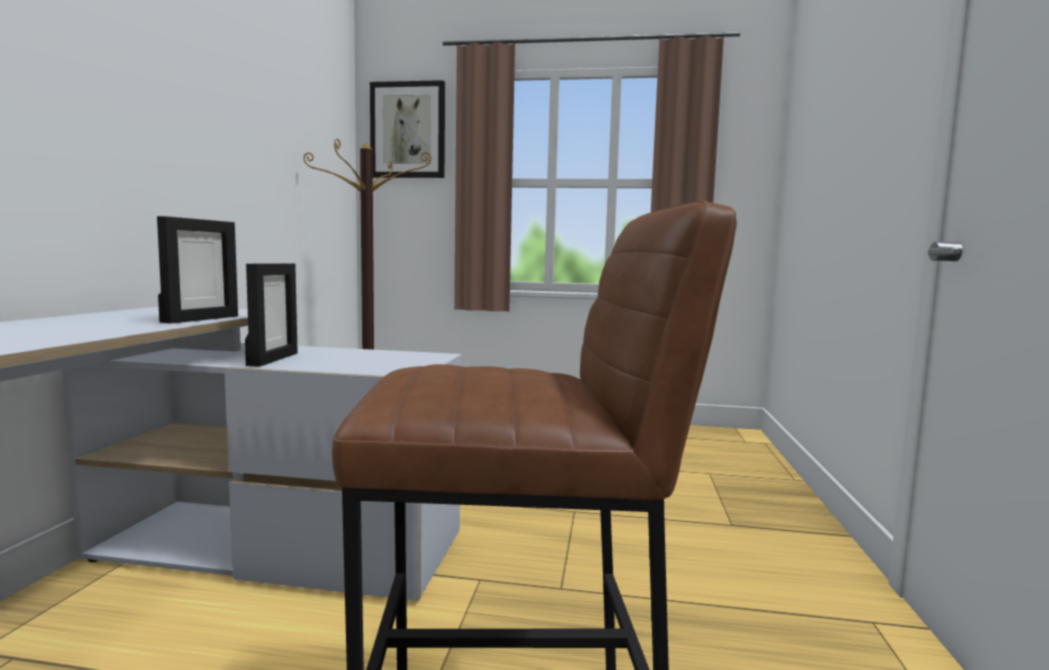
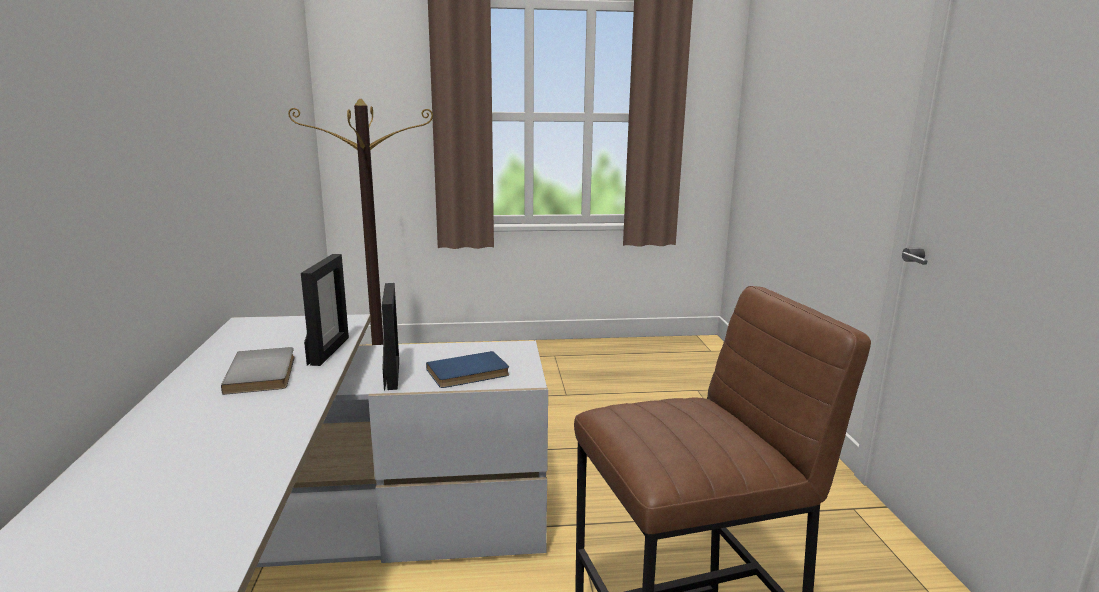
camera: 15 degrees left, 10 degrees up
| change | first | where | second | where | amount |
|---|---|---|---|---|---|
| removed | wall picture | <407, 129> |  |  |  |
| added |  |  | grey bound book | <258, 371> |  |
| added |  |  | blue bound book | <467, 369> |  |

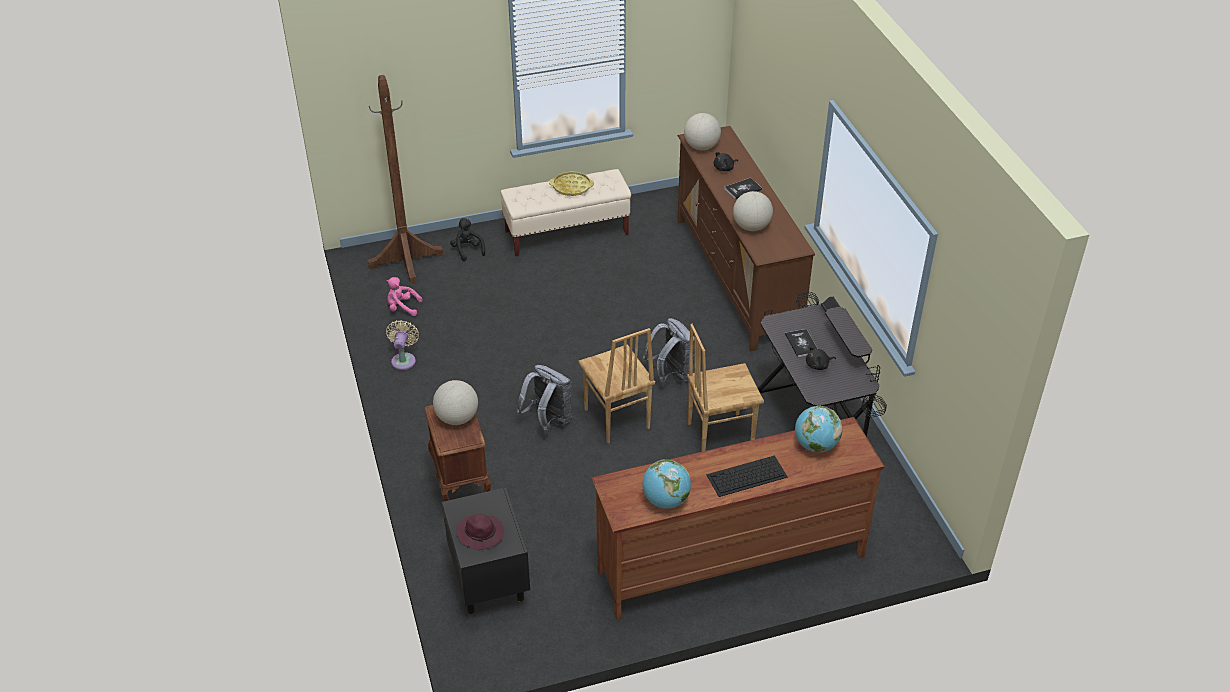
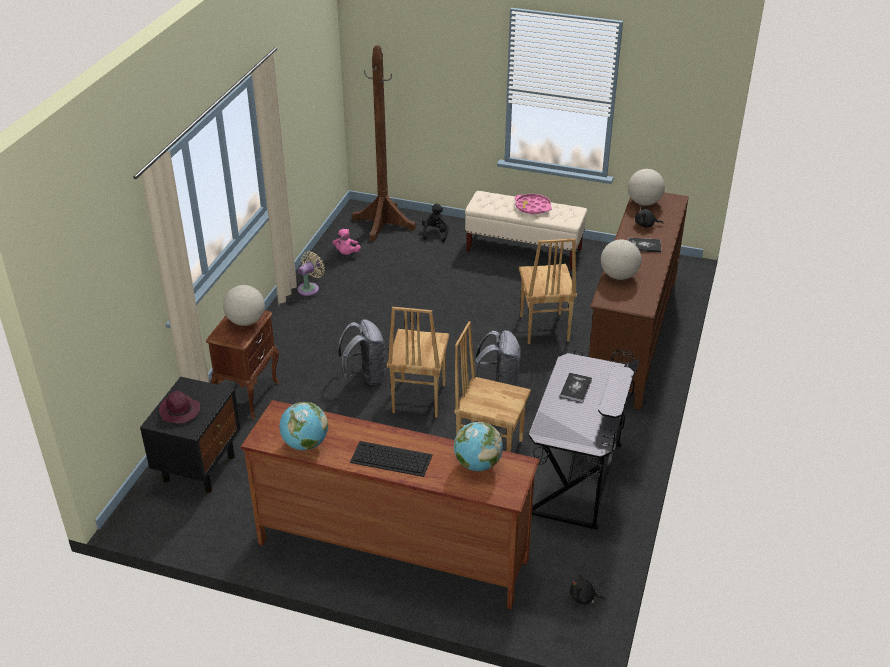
camera: 35 degrees right, 5 degrees down
| change | first | where | second | where | amount |
|---|---|---|---|---|---|
| recoloured | yellow serving tray | <571, 184> | pink-coloured serving tray | <533, 204> |  |
| turned | pink-coloured soft toy | <404, 296> |  | <347, 242> | 135 degrees counterclockwise |
| moved | black soft toy | <821, 358> |  | <588, 589> |  |
| added |  |  | brown-coloured chair | <548, 291> |  |

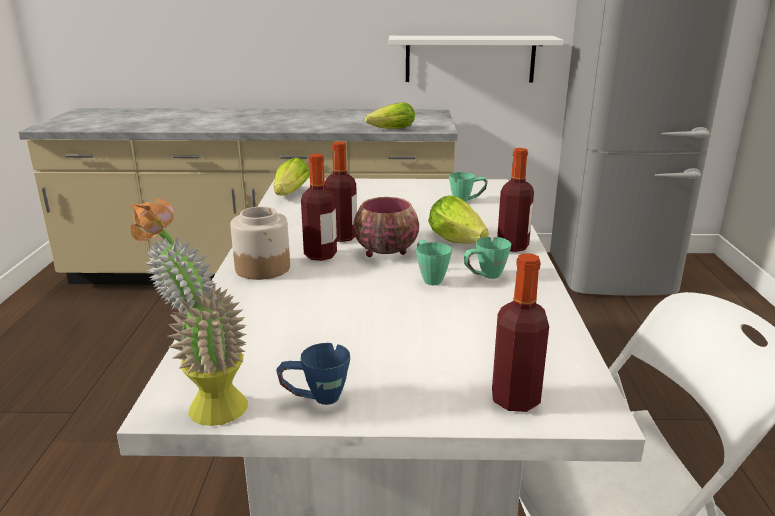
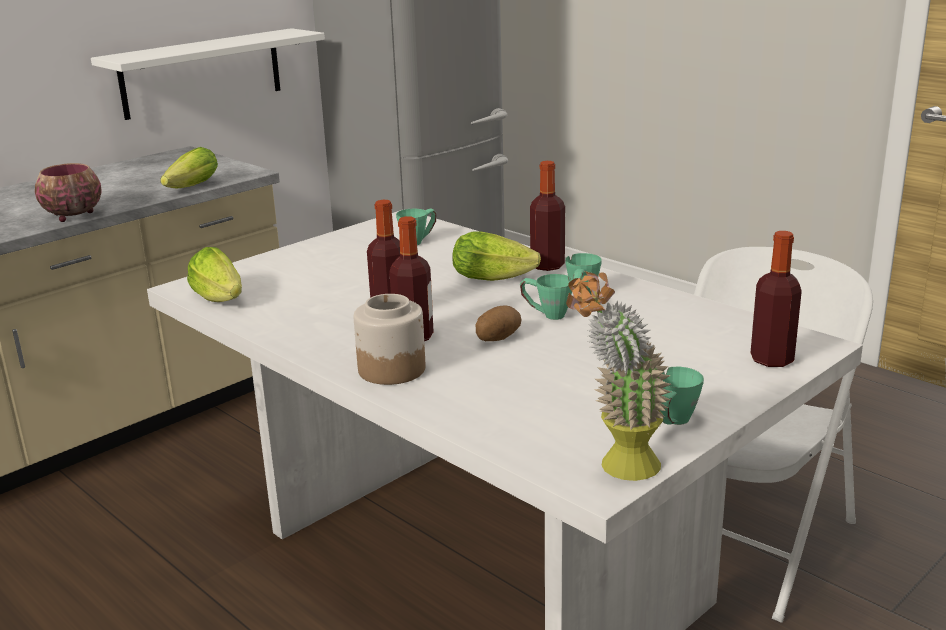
camera: 45 degrees left, 0 degrees up
| change | first | where | second | where | amount |
|---|---|---|---|---|---|
| moved | deep dish | <386, 227> |  | <68, 192> |  |
| recoloured | blue mug | <313, 374> | green mug | <682, 396> |  |
| added |  |  | potato | <498, 323> |  |

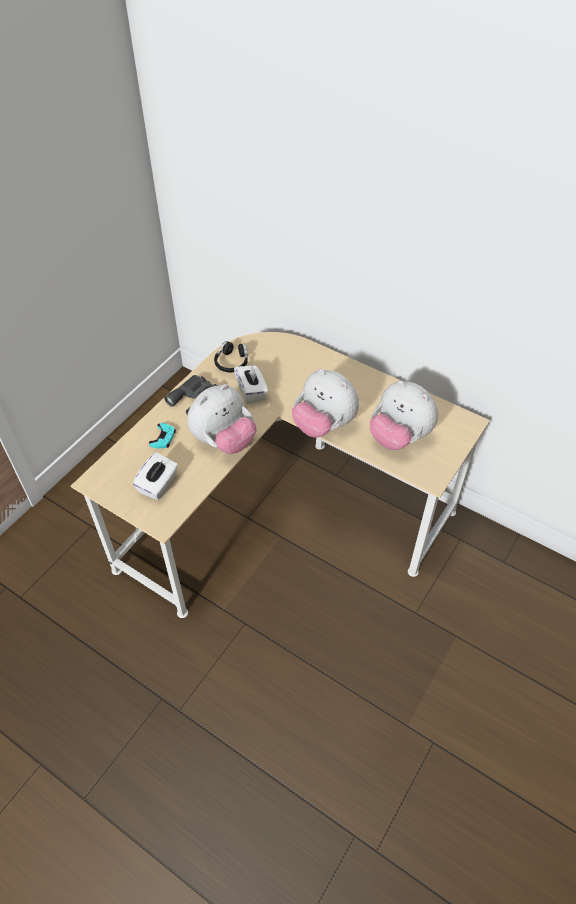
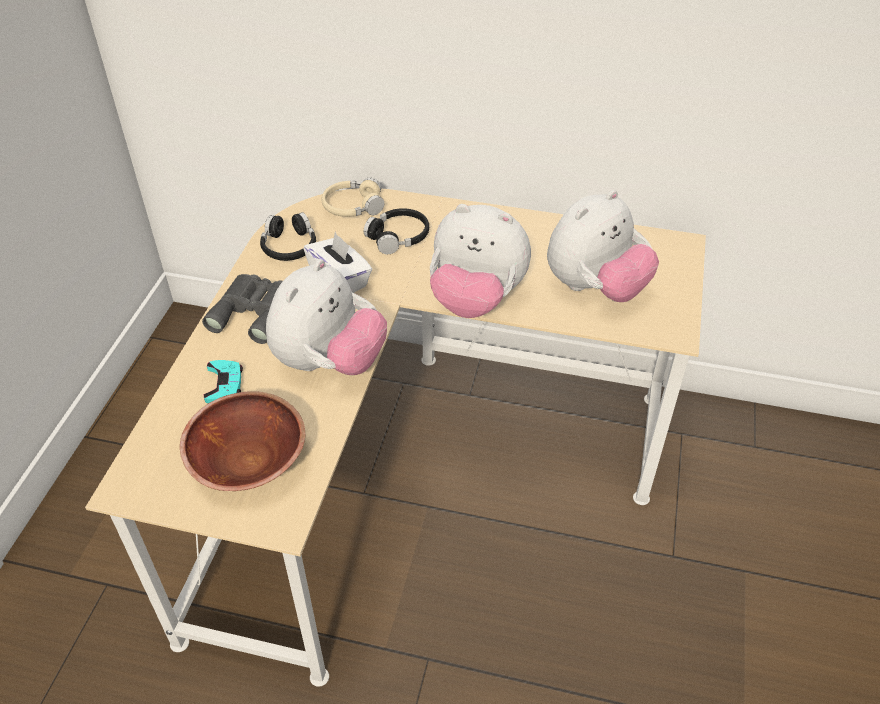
camera: 20 degrees left, 5 degrees down
| change | first | where | second | where | amount |
|---|---|---|---|---|---|
| turned | soft toy | <404, 415> |  | <603, 246> | 60 degrees counterclockwise |
| replaced | white-coloured tissue box | <155, 476> | brown-coloured deep dish | <242, 441> |  |
| added |  |  | beige pair of headphones | <352, 197> |  |
| added |  |  | black pair of headphones | <396, 231> |  |

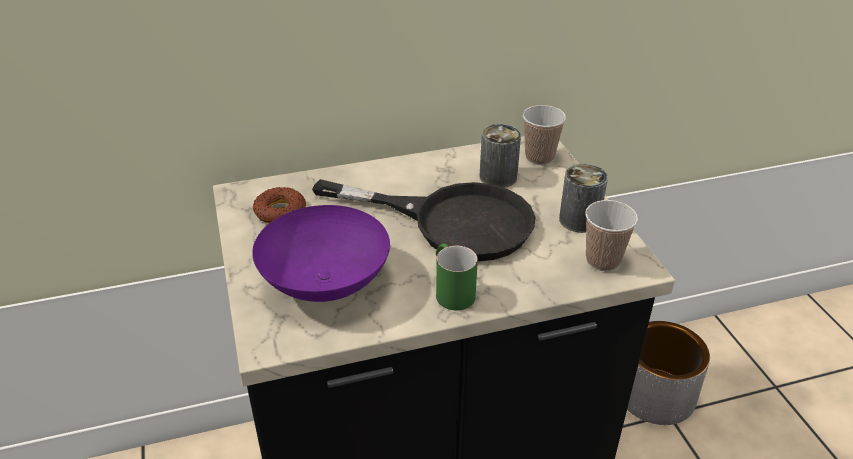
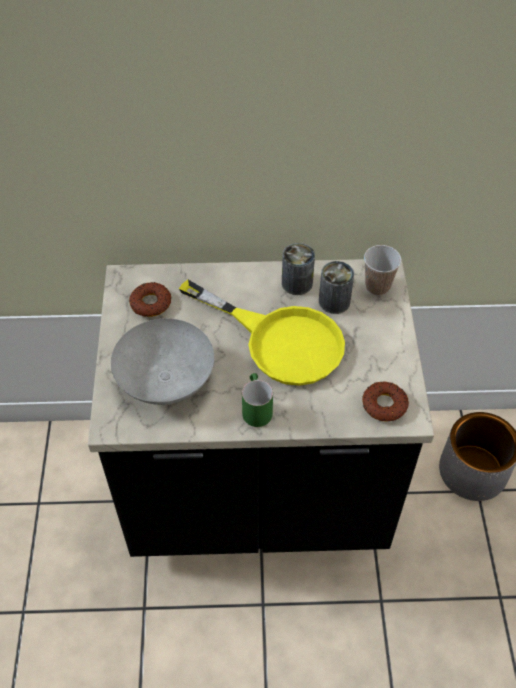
camera: 15 degrees right, 15 degrees up
| change | first | where | second | where | amount |
|---|---|---|---|---|---|
| moved | can | <583, 198> |  | <298, 269> |  |
| recoloured | black skillet | <423, 220> | yellow skillet | <262, 333> |  |
| replaced | drinking cup | <611, 235> | ring doughnut | <385, 401> |  |
| recoloured | purple deep dish | <321, 253> | grey deep dish | <162, 361> |  |

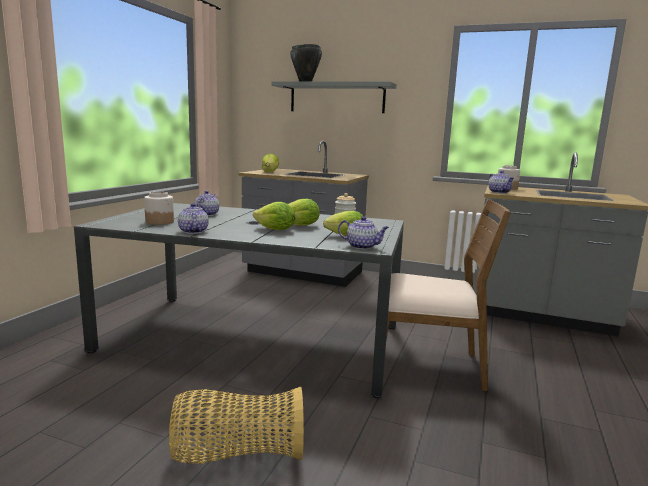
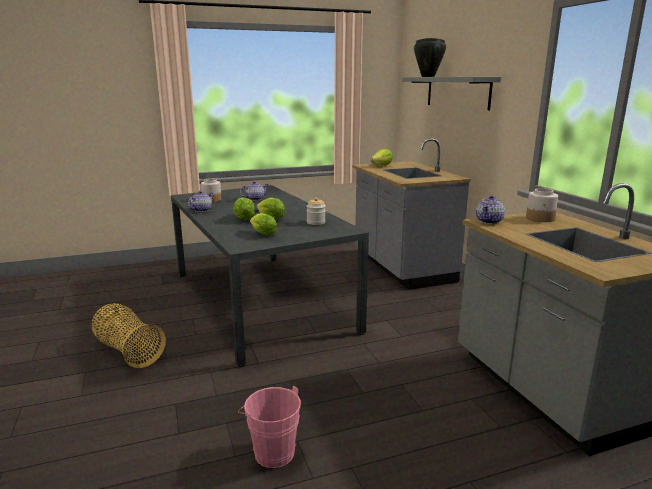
camera: 50 degrees right, 5 degrees up
| change | first | where | second | where | amount |
|---|---|---|---|---|---|
| removed | brown-coloured chair | <448, 295> |  |  |  |
| removed | tea pot | <363, 232> |  |  |  |
| added |  |  | pink-coloured water bucket | <269, 427> |  |

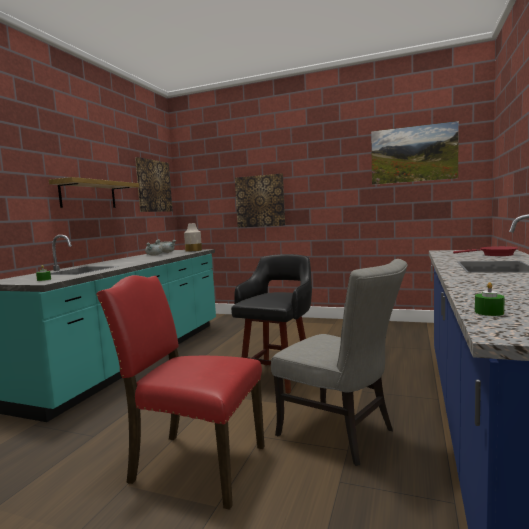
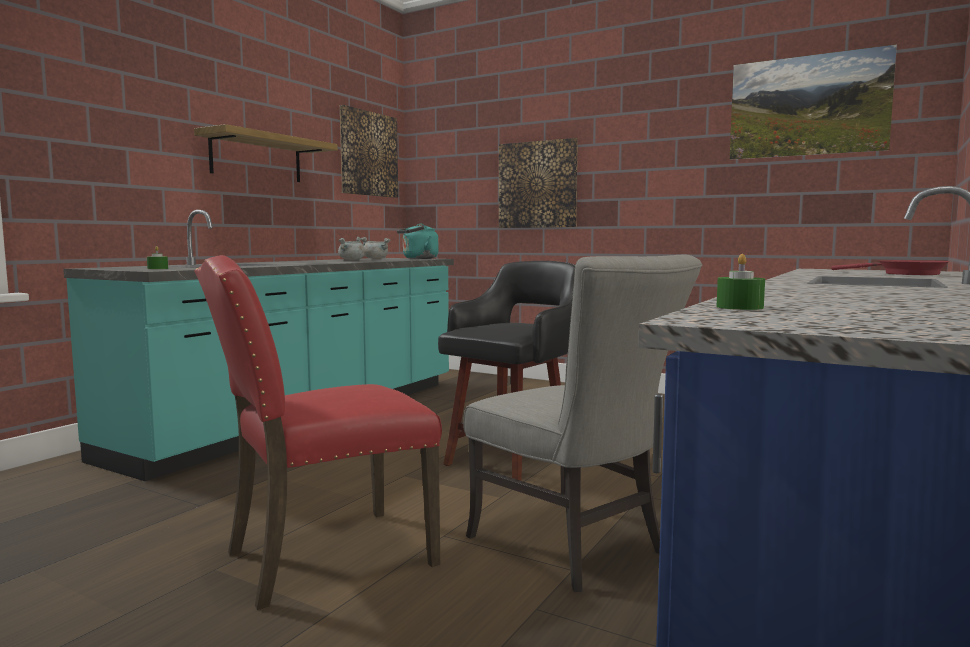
camera: 10 degrees right, 0 degrees up
| change | first | where | second | where | amount |
|---|---|---|---|---|---|
| replaced | beige flower vase | <193, 237> | blue-green water kettle | <418, 241> |  |
| turned | red-coloured chair | <180, 392> |  | <318, 432> | 60 degrees counterclockwise |

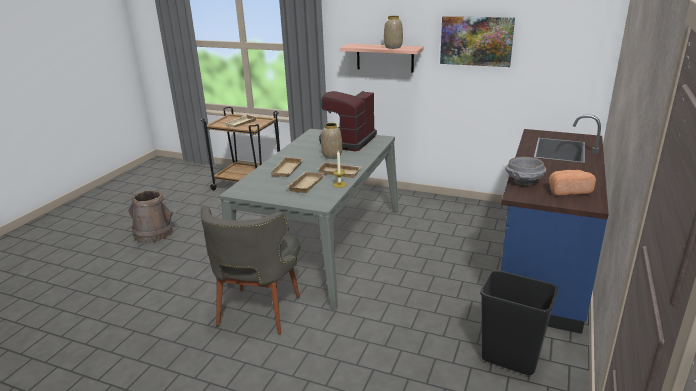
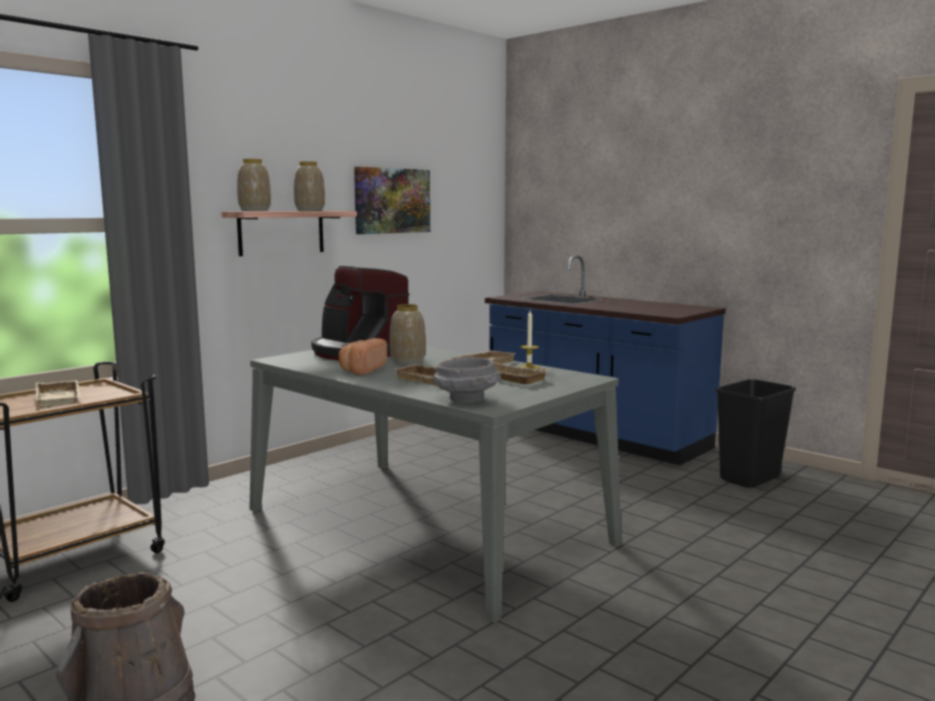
camera: 70 degrees left, 15 degrees down
| change | first | where | second | where | amount |
|---|---|---|---|---|---|
| moved | grey deep dish | <525, 171> |  | <467, 380> |  |
| moved | baked bread | <572, 182> |  | <363, 356> |  |
| removed | grey chair | <250, 270> |  |  |  |
| added |  |  | flower vase | <254, 185> |  |

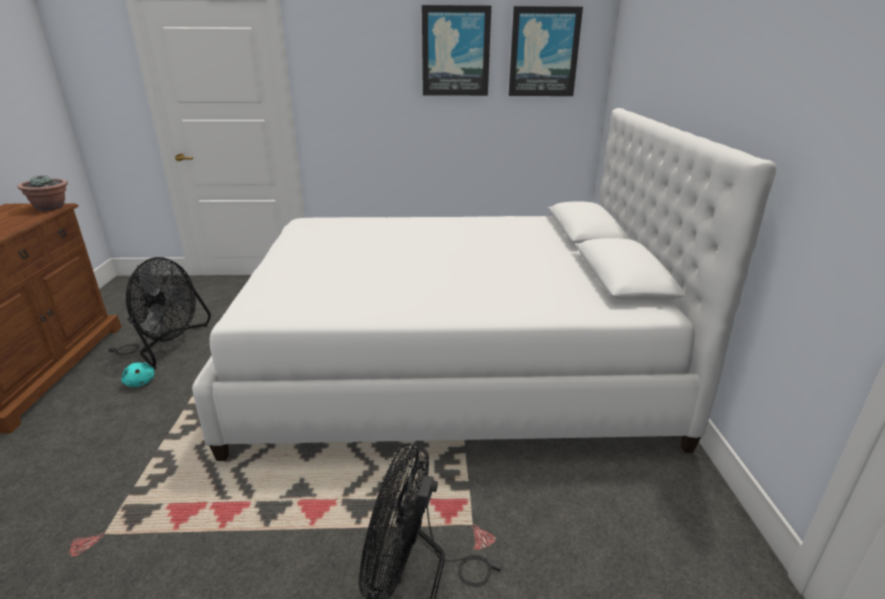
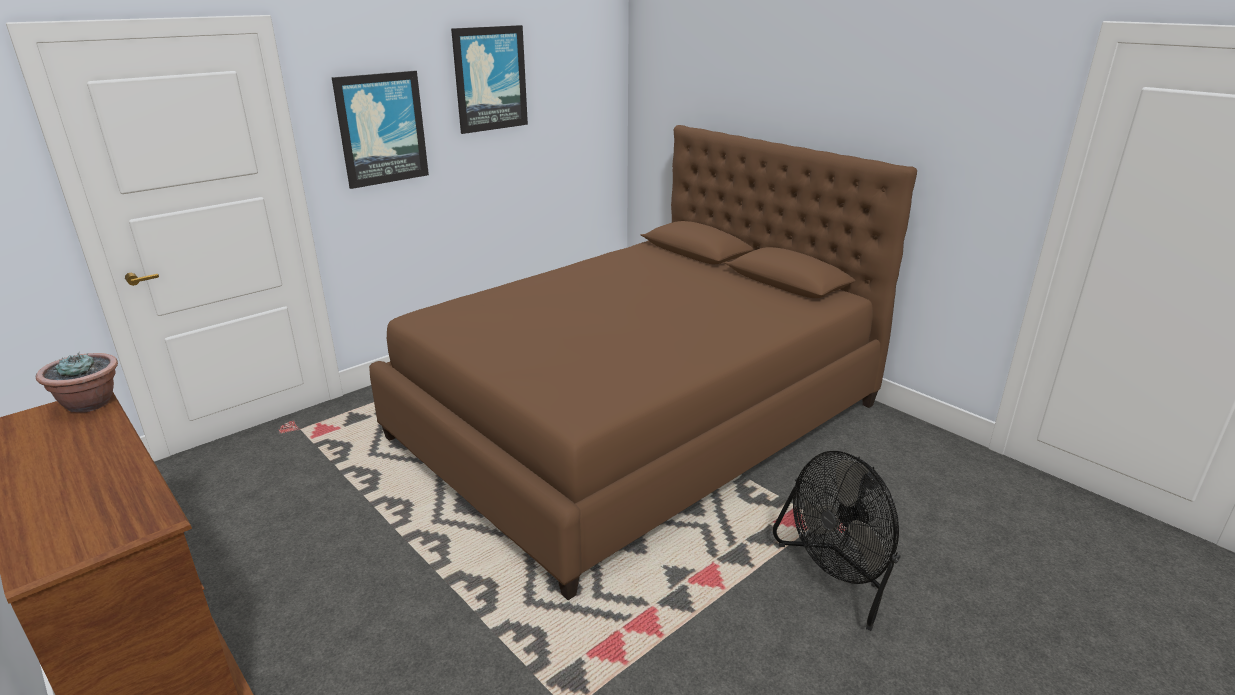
camera: 40 degrees left, 0 degrees up
| change | first | where | second | where | amount |
|---|---|---|---|---|---|
| moved | wall picture | <546, 51> |  | <380, 130> |  |
| recoloured | white-coloured bed | <484, 284> | brown-coloured bed | <643, 362> |  |
| removed | black cooling fan | <159, 313> |  |  |  |
| removed | blue-green soft toy | <138, 374> |  |  |  |

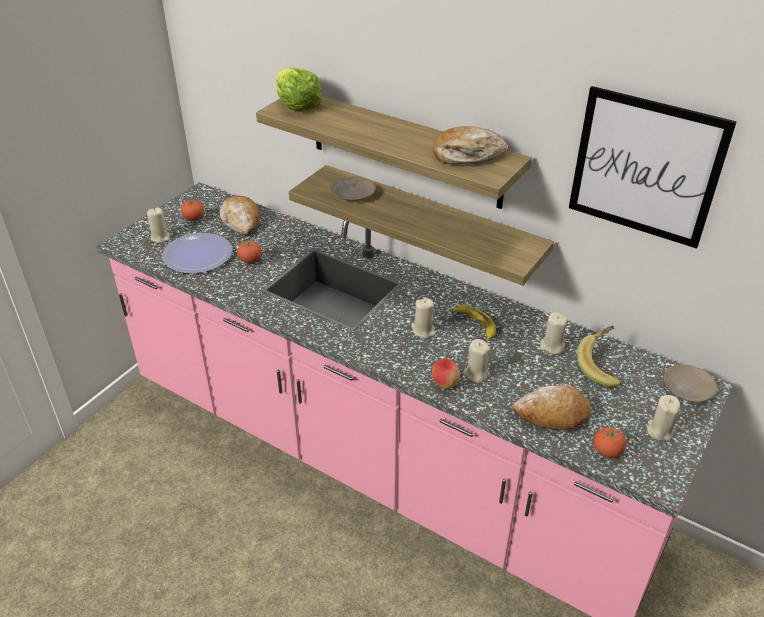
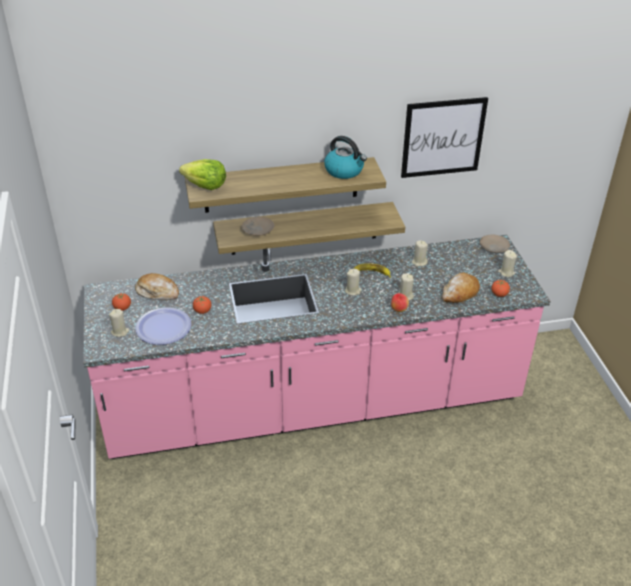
camera: 45 degrees left, 0 degrees up
| change | first | where | second | where | amount |
|---|---|---|---|---|---|
| replaced | baked bread | <470, 145> | water kettle | <345, 157> |  |
| removed | banana | <599, 356> |  |  |  |

